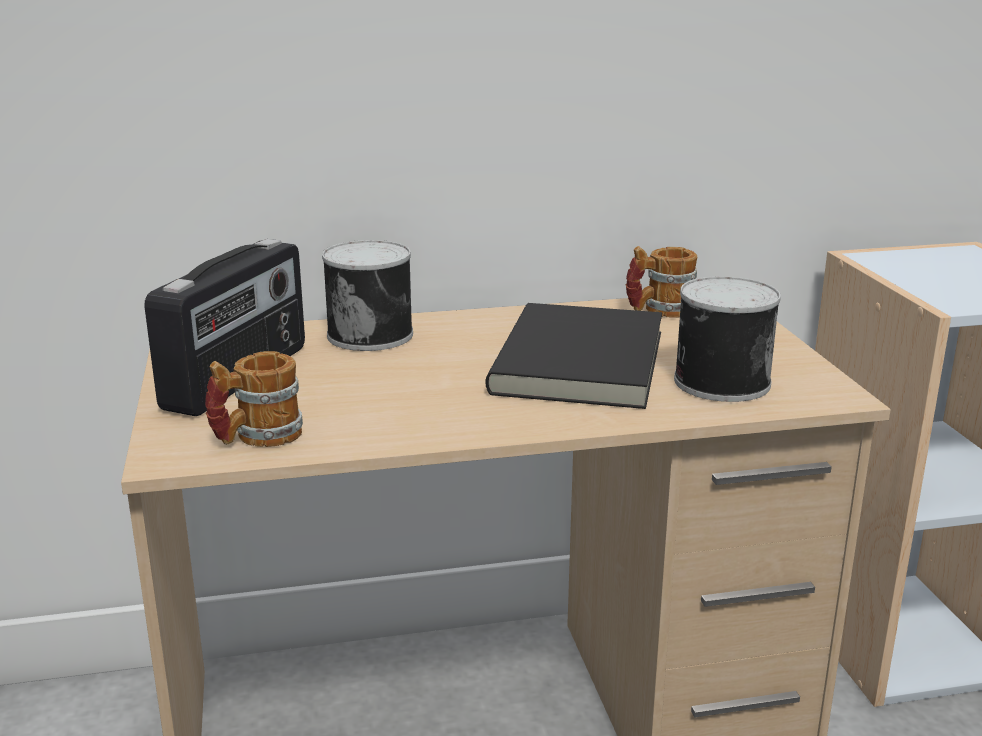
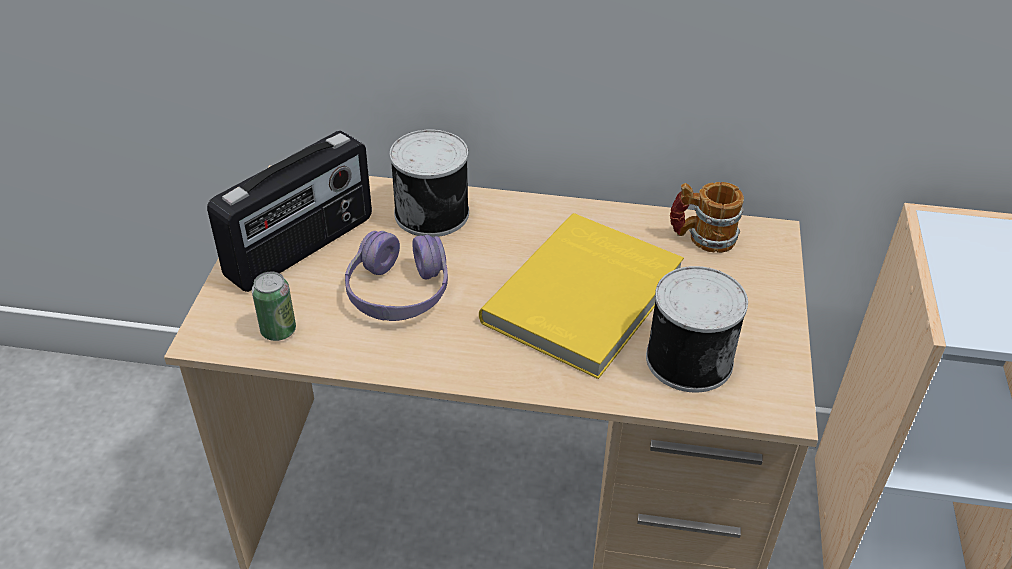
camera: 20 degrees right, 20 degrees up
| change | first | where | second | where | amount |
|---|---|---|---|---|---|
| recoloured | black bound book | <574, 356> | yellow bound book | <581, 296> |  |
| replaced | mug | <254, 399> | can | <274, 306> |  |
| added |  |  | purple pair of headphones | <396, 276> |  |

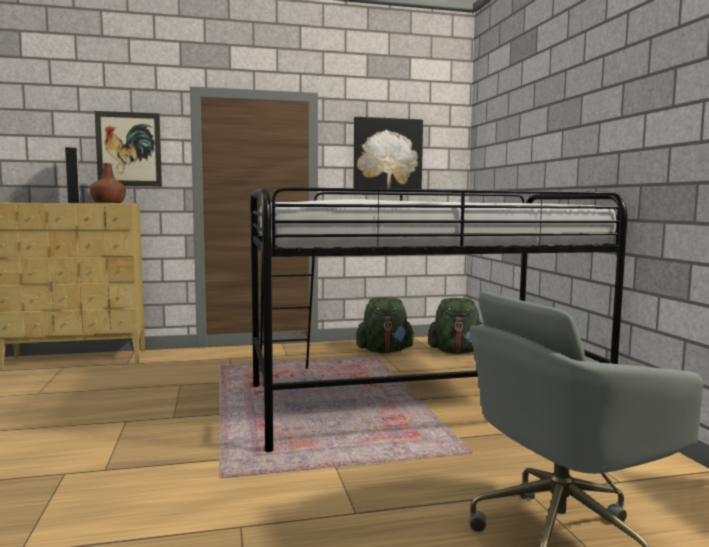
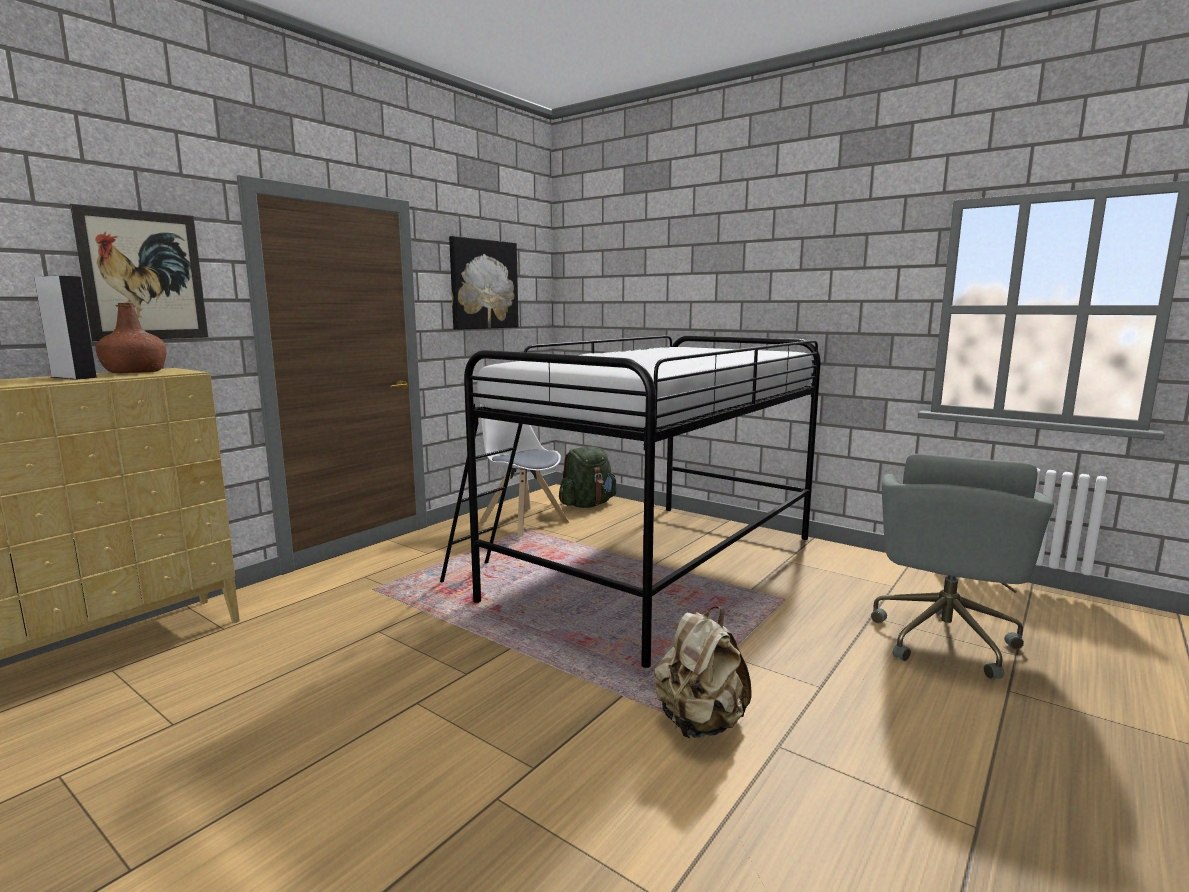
camera: 40 degrees left, 5 degrees up
| change | first | where | second | where | amount |
|---|---|---|---|---|---|
| replaced | green rucksack | <385, 325> | chair | <524, 470> |  |
| added |  |  | beige rucksack | <703, 672> |  |

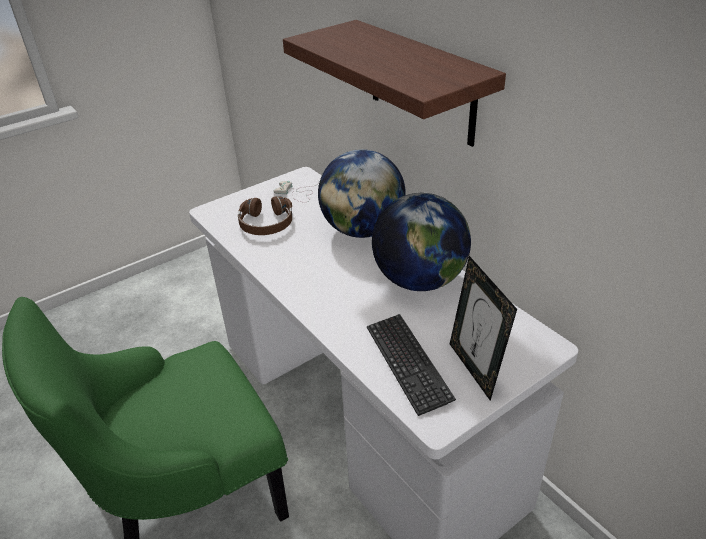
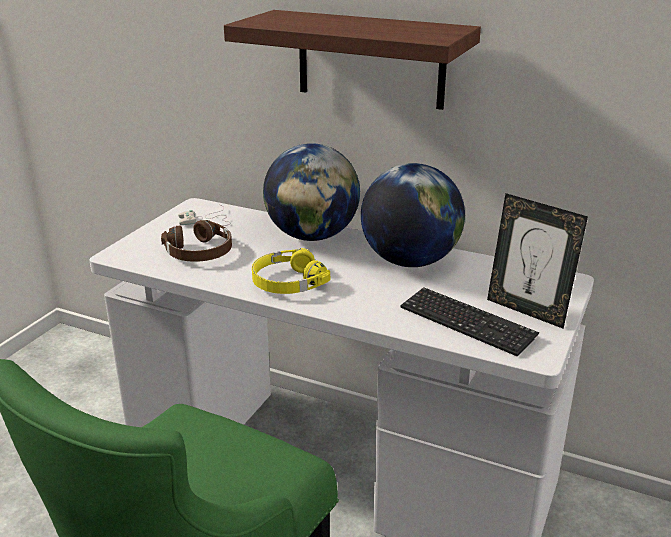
camera: 30 degrees left, 10 degrees down
| change | first | where | second | where | amount |
|---|---|---|---|---|---|
| added |  |  | yellow pair of headphones | <291, 271> |  |

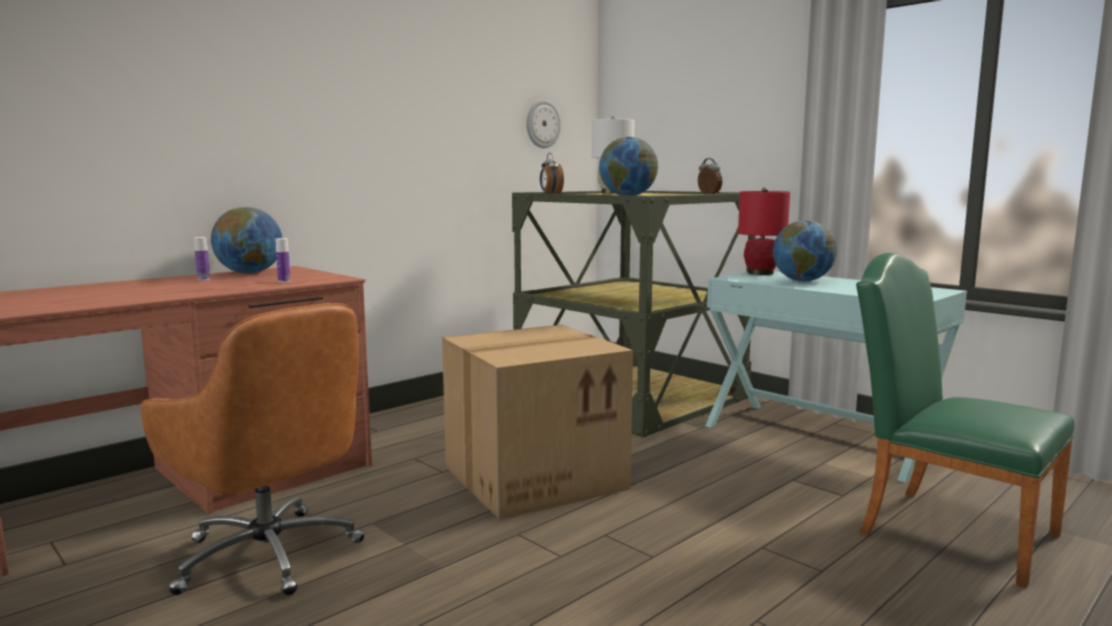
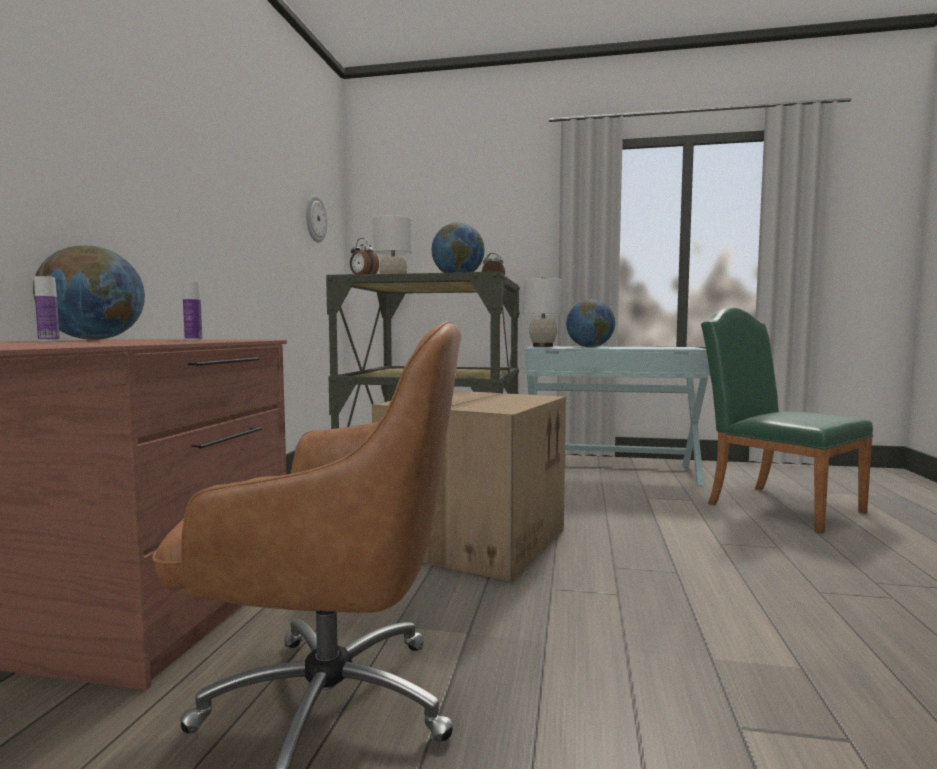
camera: 35 degrees left, 5 degrees down
| change | first | where | second | where | amount |
|---|---|---|---|---|---|
| recoloured | red-coloured tabletop lamp | <764, 231> | white-coloured tabletop lamp | <544, 312> |  |
| turned | green chair | <965, 420> |  | <787, 420> | 45 degrees clockwise |

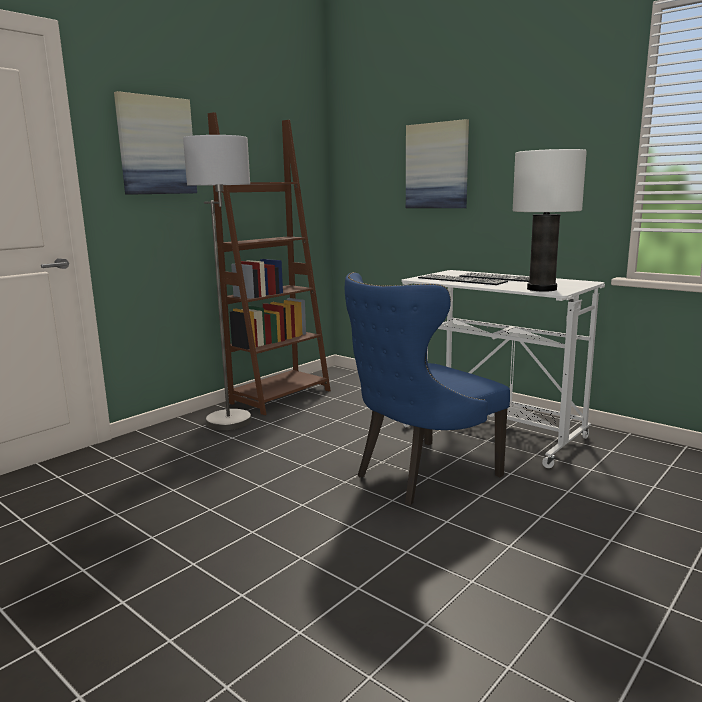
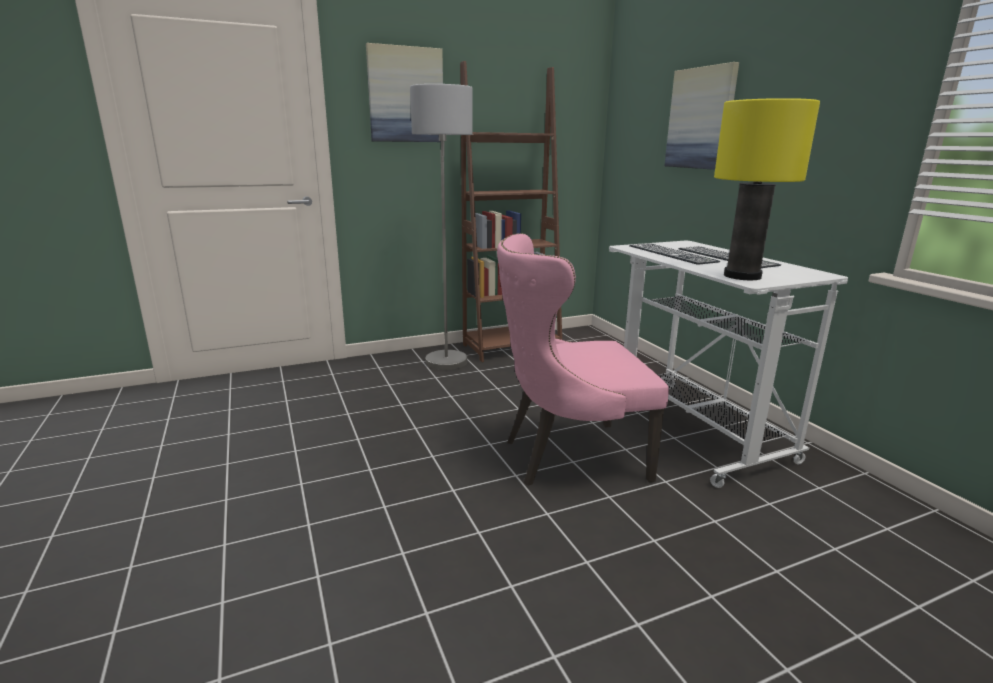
camera: 25 degrees right, 5 degrees up
| change | first | where | second | where | amount |
|---|---|---|---|---|---|
| recoloured | white-coloured tabletop lamp | <550, 220> | yellow tabletop lamp | <767, 189> |  |
| recoloured | blue chair | <427, 388> | pink-coloured chair | <583, 359> |  |

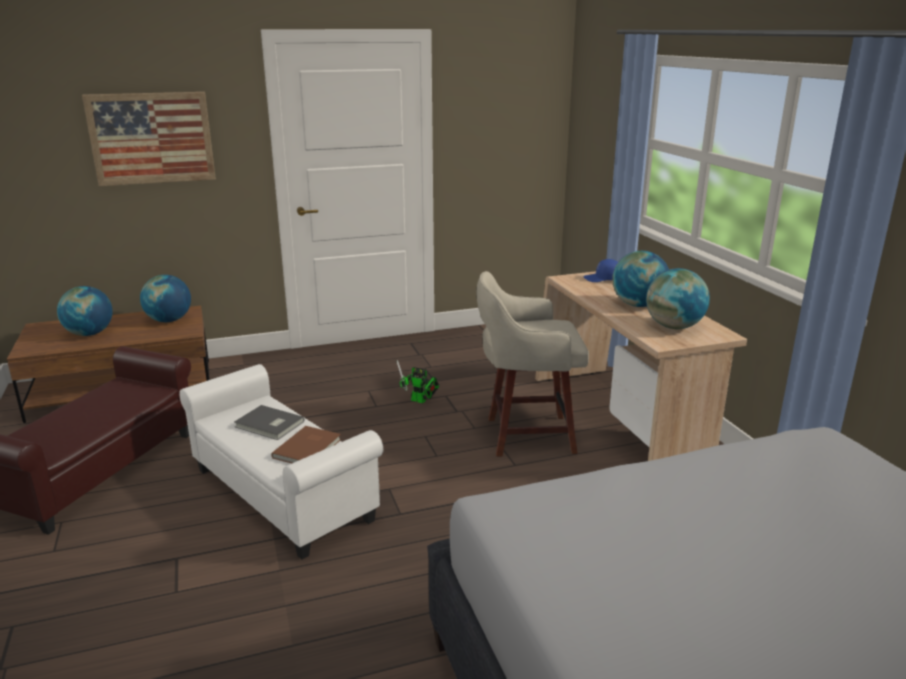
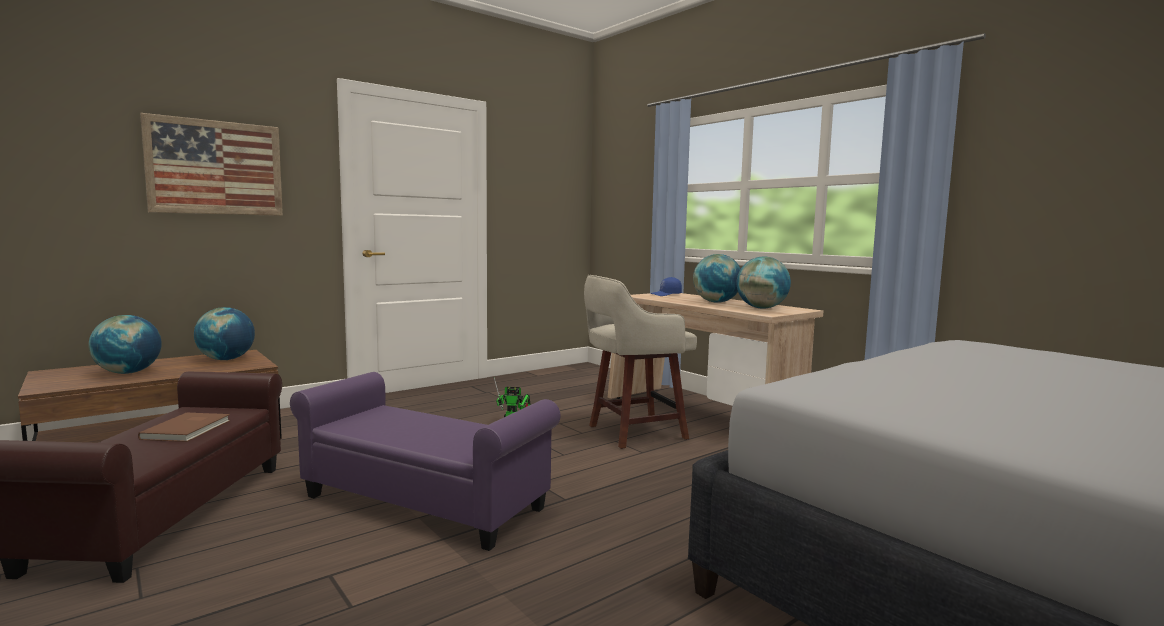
camera: 20 degrees left, 15 degrees down
| change | first | where | second | where | amount |
|---|---|---|---|---|---|
| recoloured | white-coloured ottoman | <281, 462> | purple ottoman | <425, 461> |  |
| removed | grey bound book | <269, 422> |  |  |  |
| moved | brown-coloured bound book | <306, 444> |  | <184, 427> |  |

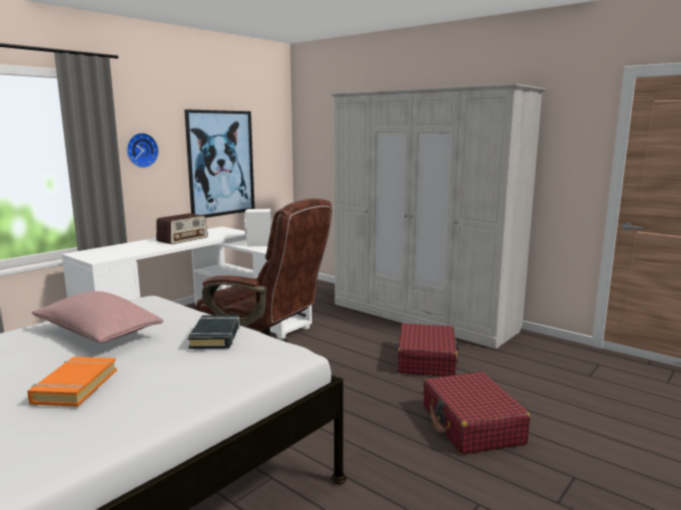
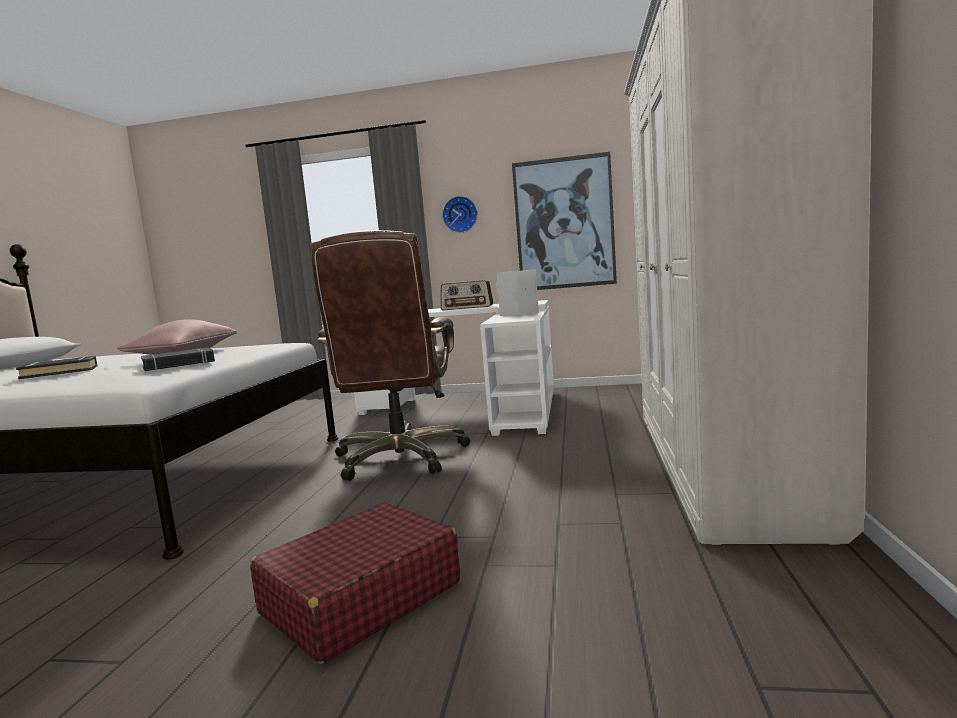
camera: 60 degrees right, 5 degrees down
| change | first | where | second | where | amount |
|---|---|---|---|---|---|
| removed | red-coloured suitcase | <428, 349> |  |  |  |
| recoloured | orange-coloured bound book | <72, 382> | black bound book | <56, 367> |  |

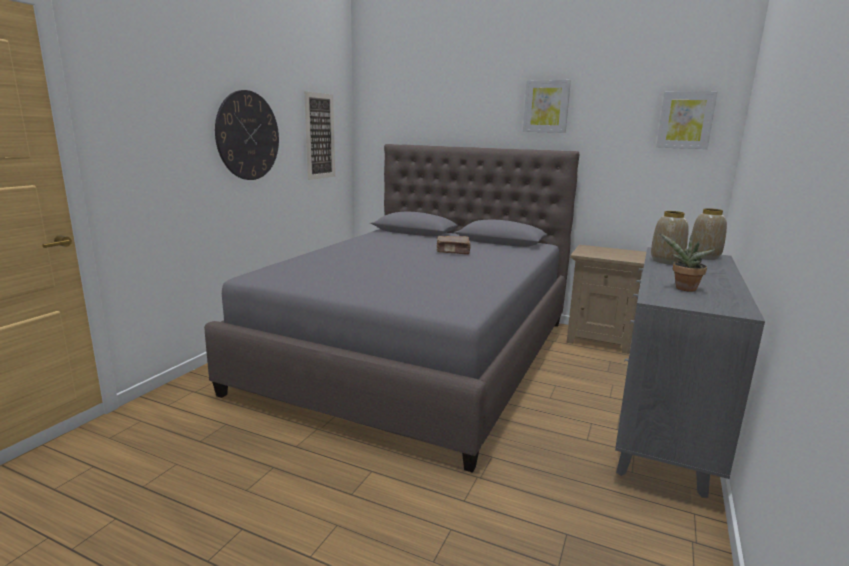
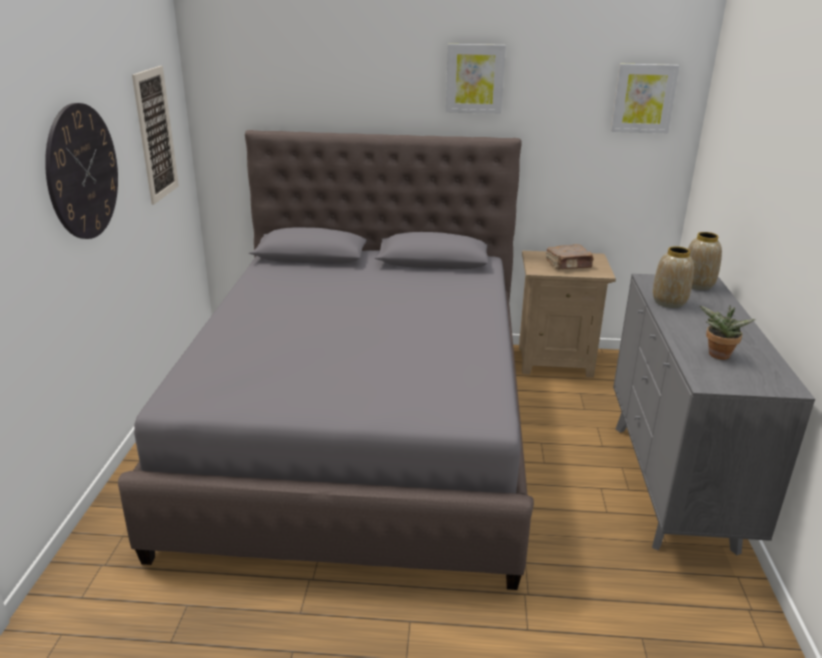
camera: 20 degrees left, 10 degrees up
| change | first | where | second | where | amount |
|---|---|---|---|---|---|
| moved | brown-coloured bound book | <453, 245> |  | <570, 257> |  |

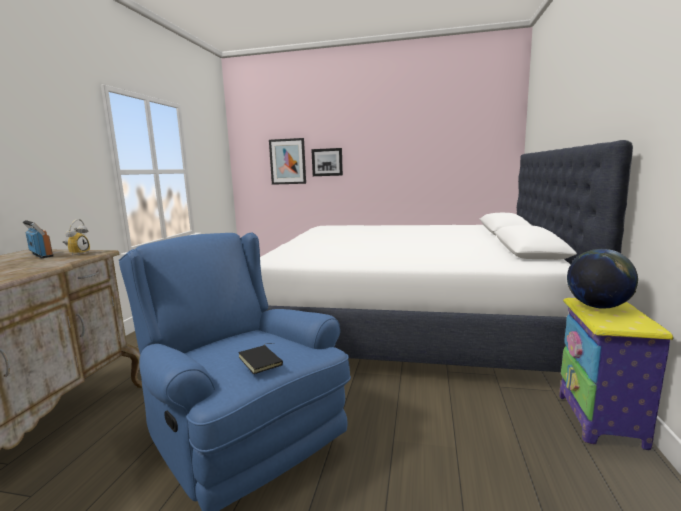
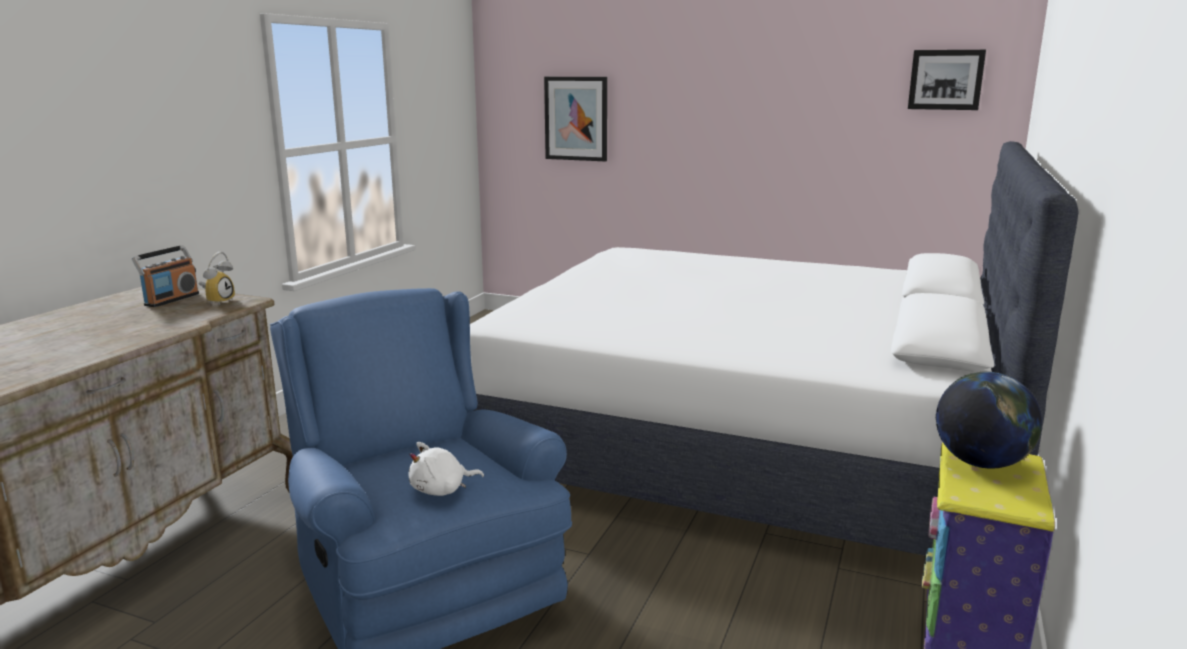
camera: 10 degrees right, 5 degrees up
| change | first | where | second | where | amount |
|---|---|---|---|---|---|
| moved | wall picture | <327, 162> |  | <947, 80> |  |
| turned | radio | <38, 239> |  | <165, 276> | 60 degrees clockwise |
| replaced | black bound book | <260, 358> | white-coloured soft toy | <446, 469> |  |

